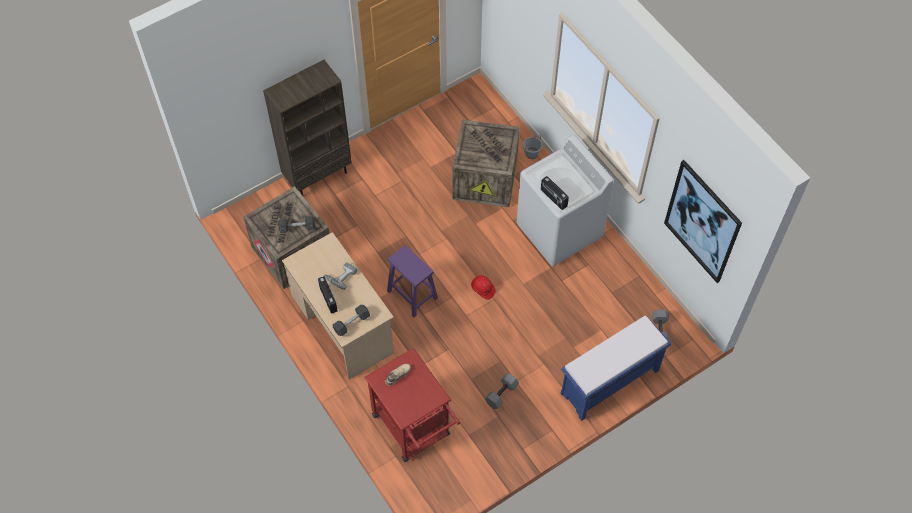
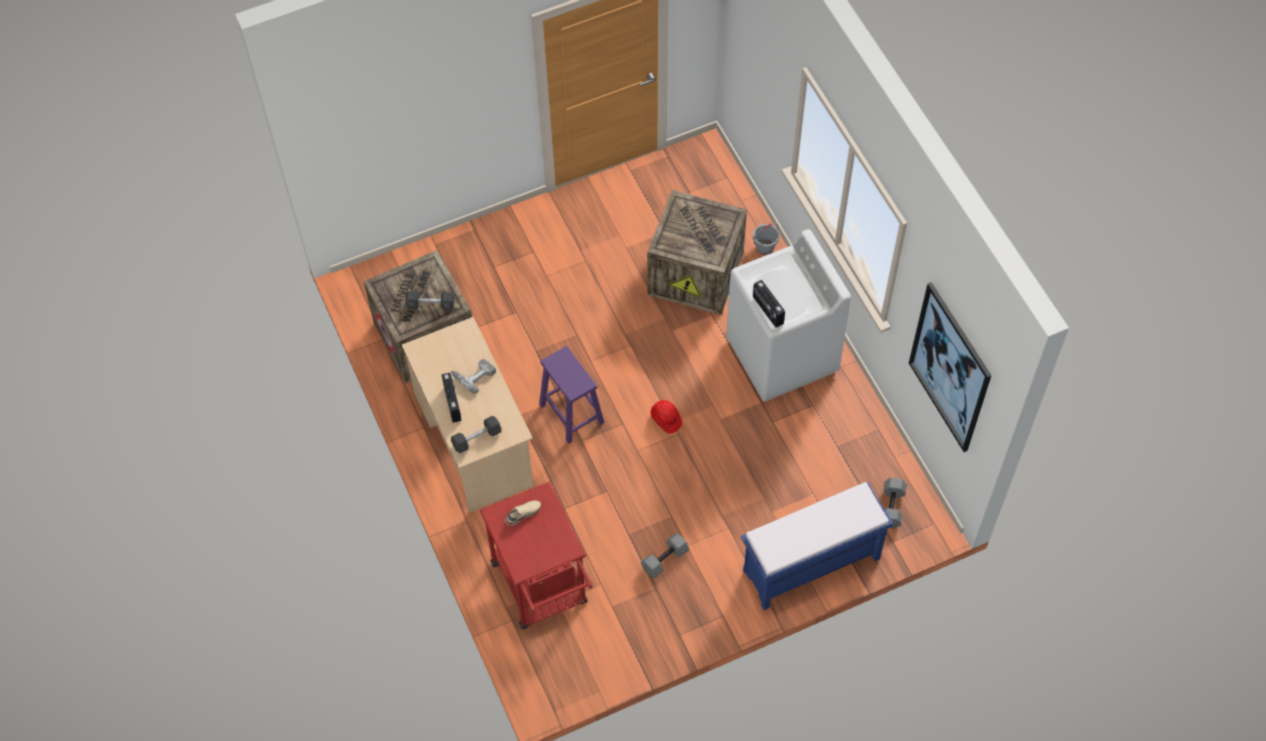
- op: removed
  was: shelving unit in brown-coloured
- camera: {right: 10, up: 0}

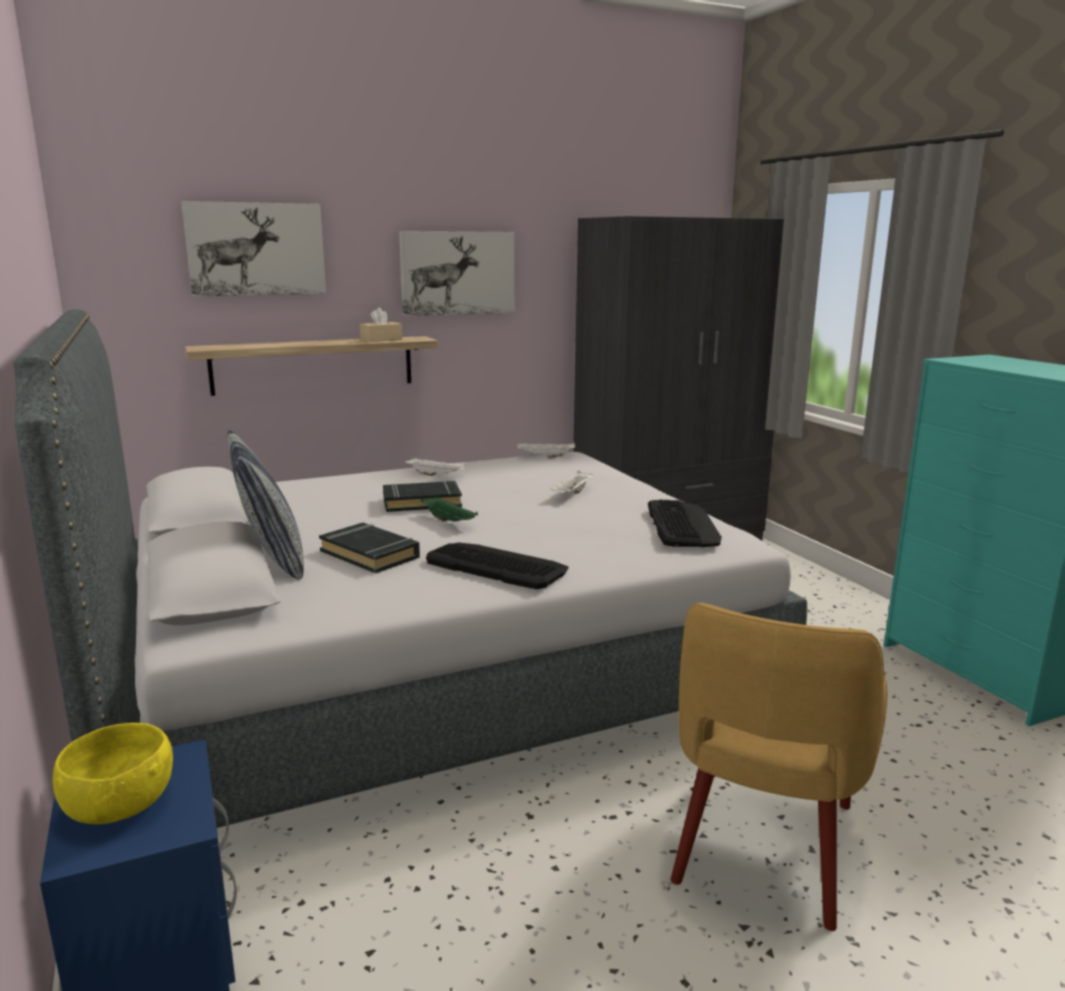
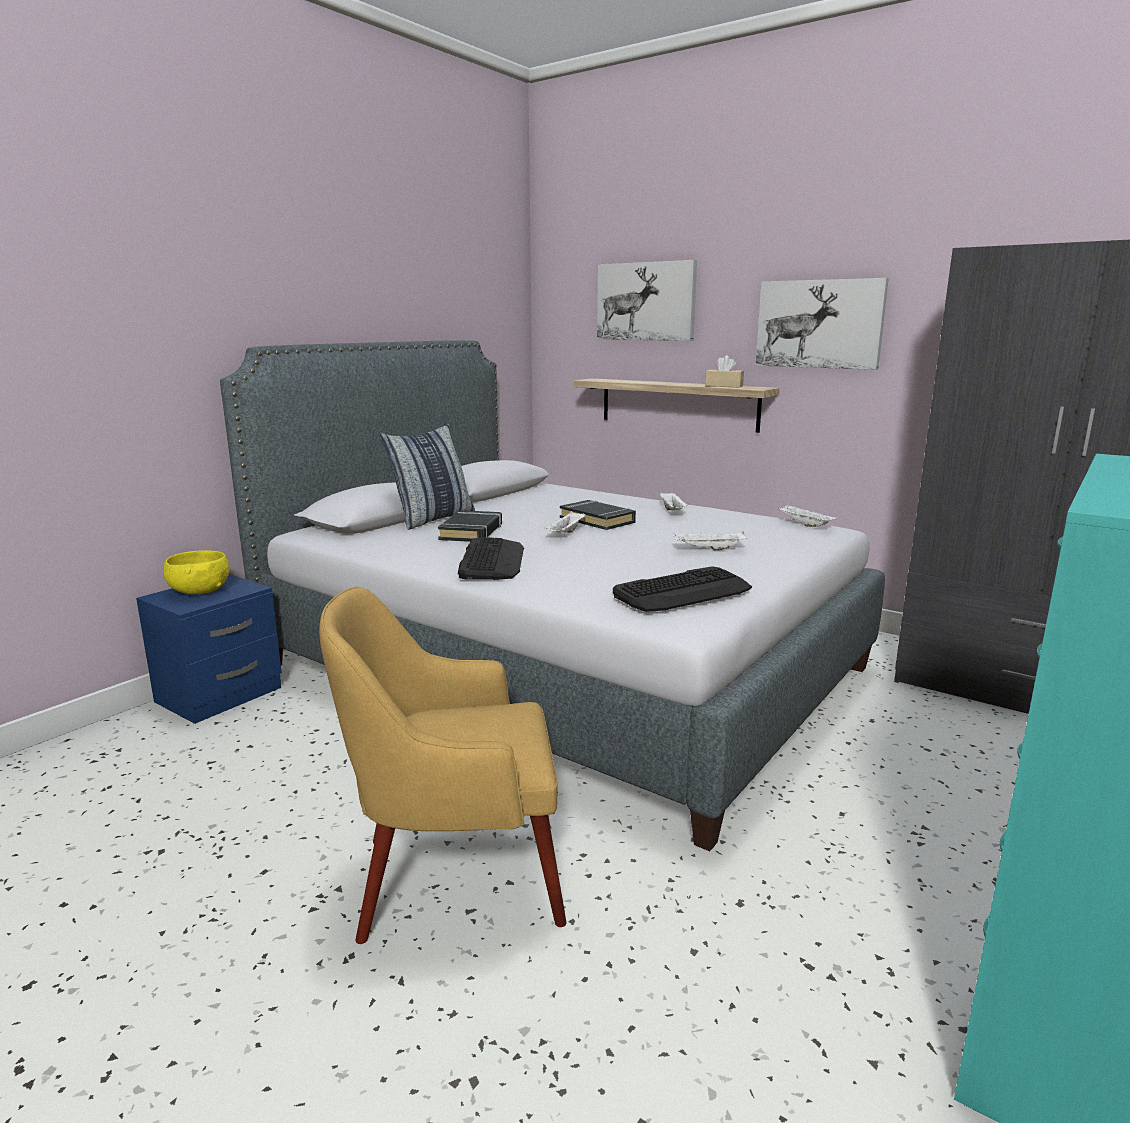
- op: recoloured
  was: serving tray in greenish
  now: serving tray in white (1st from left)
- camera: {right: 60, up: 0}

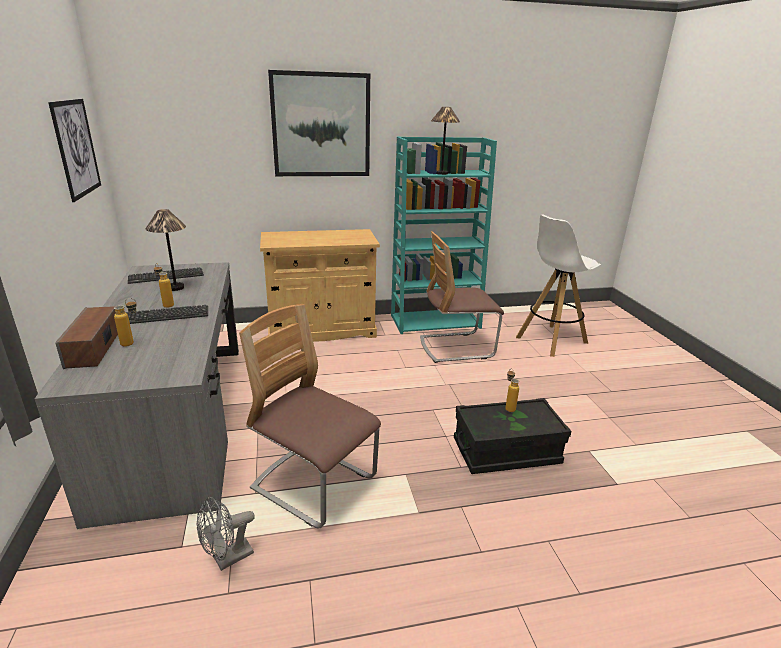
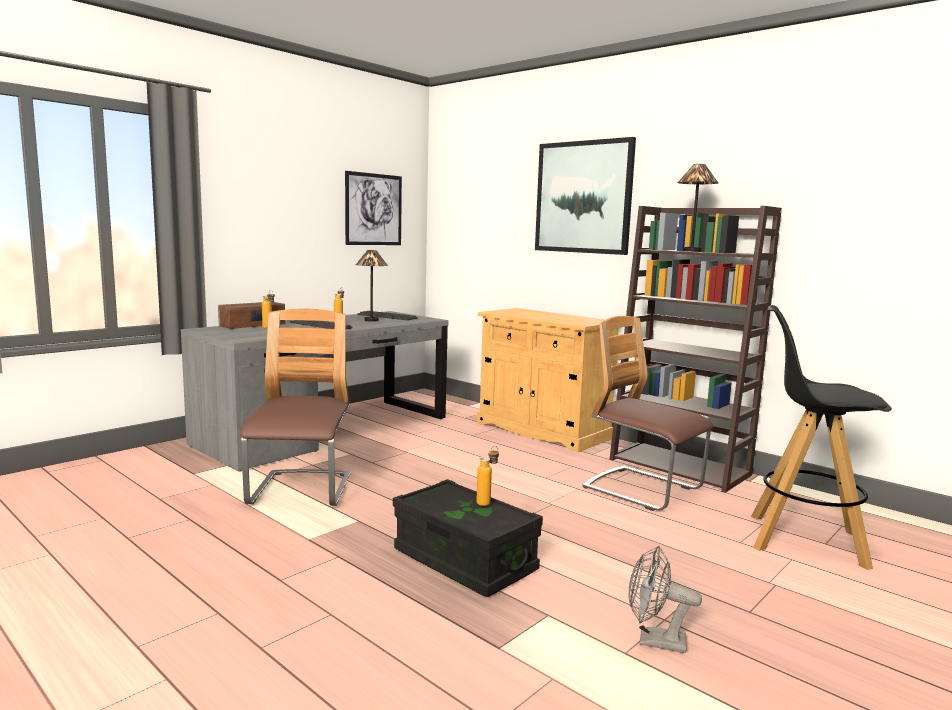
- op: moved
  was: electric fan in greyish
- op: recoloured
  was: shelving unit in turquoise-coloured
  now: shelving unit in brown-coloured
- op: recoloured
  was: stool seat in white
  now: stool seat in blackish
- camera: {right: 55, up: -15}

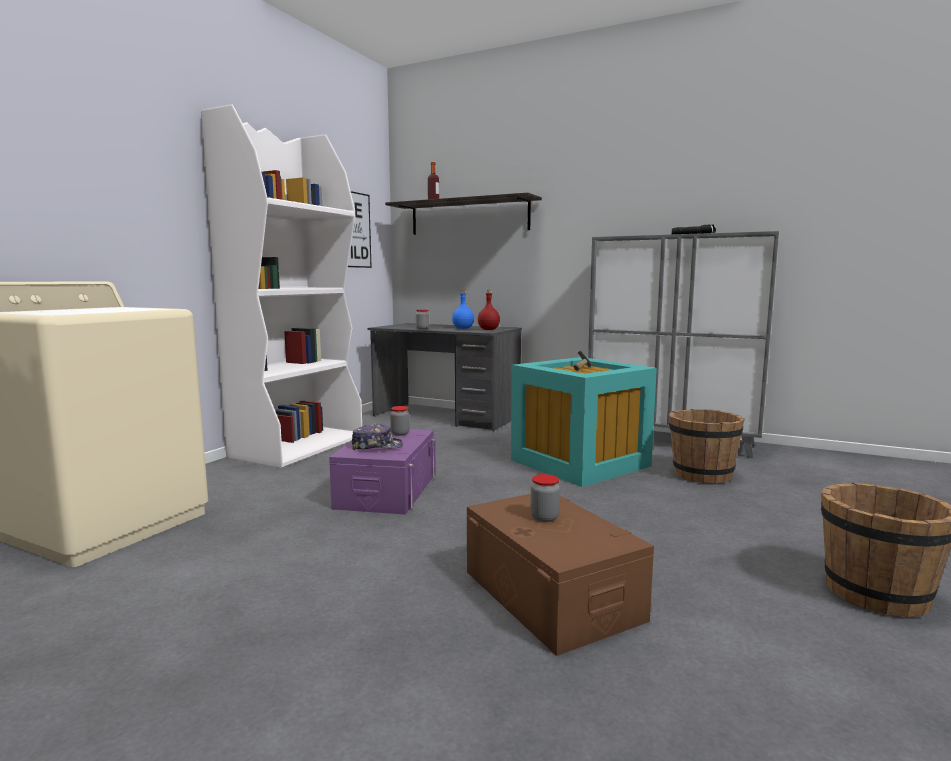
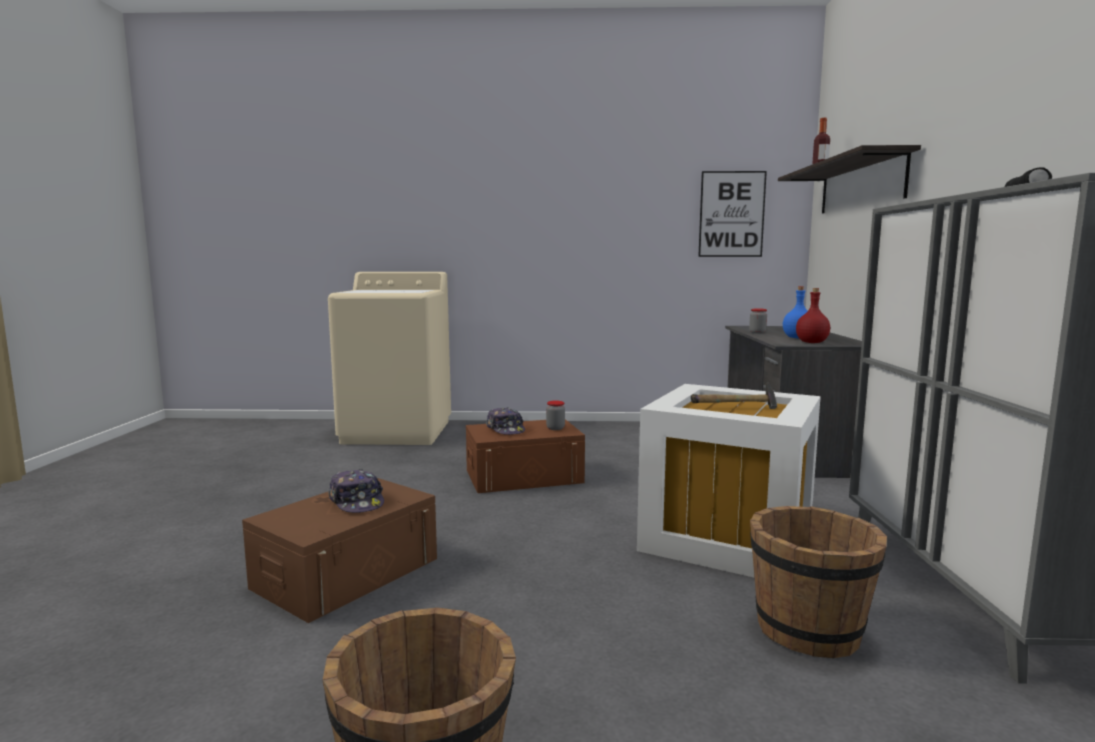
- op: removed
  was: shelving unit in white
- op: replaced
  was: preserve jar (3rd from left)
  now: cap (1st from left)
- op: recoloured
  was: storage bin in purple
  now: storage bin in brown-coloured (2nd from left)
- op: recoloured
  was: storage bin in turquoise-coloured
  now: storage bin in white
- camera: {right: 65, up: 0}

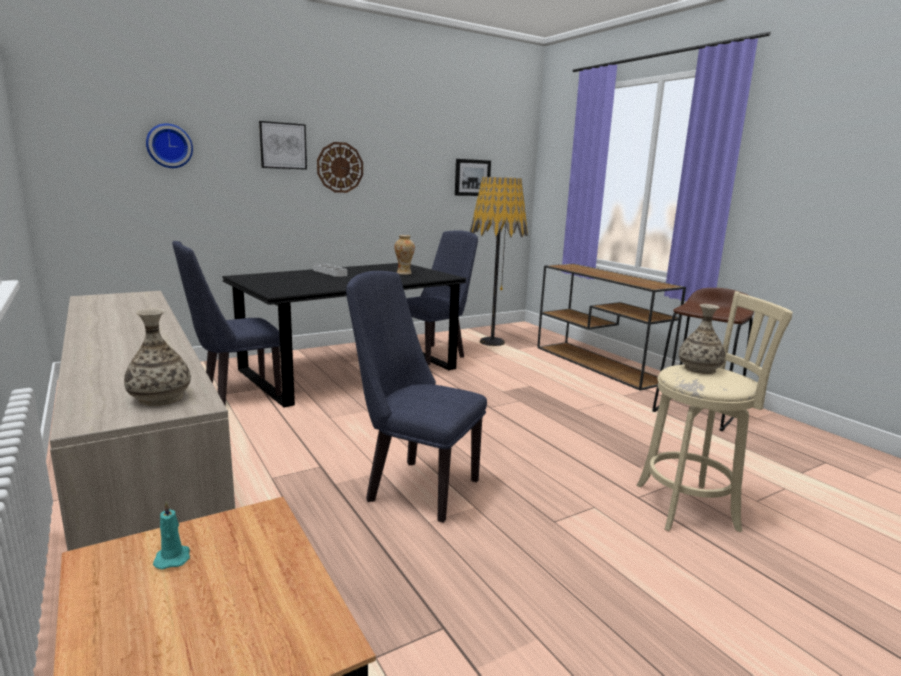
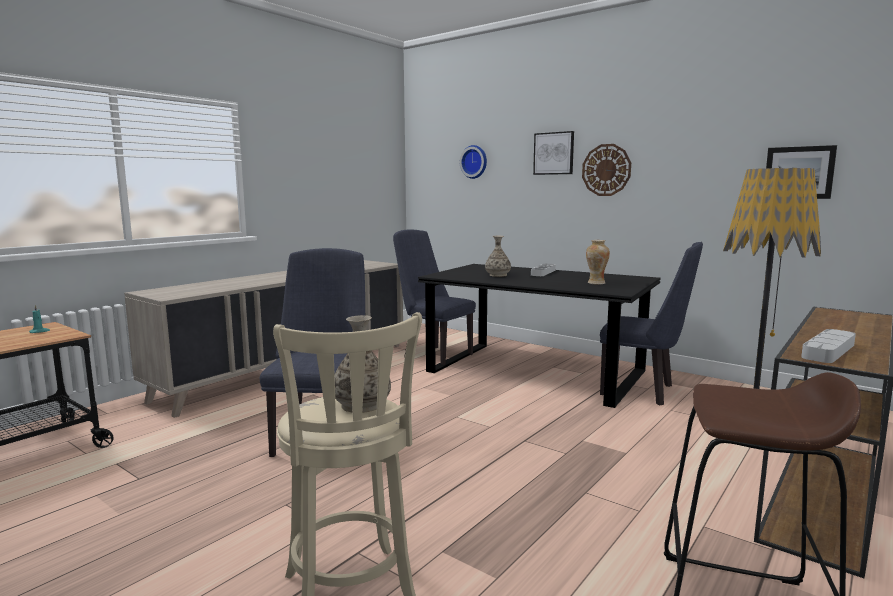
- op: added
  now: serving tray in greyish (2nd from left)
- op: moved
  was: decorative vase (1st from left in the first image)
  now: decorative vase (2nd from left)
- camera: {right: 70, up: -5}

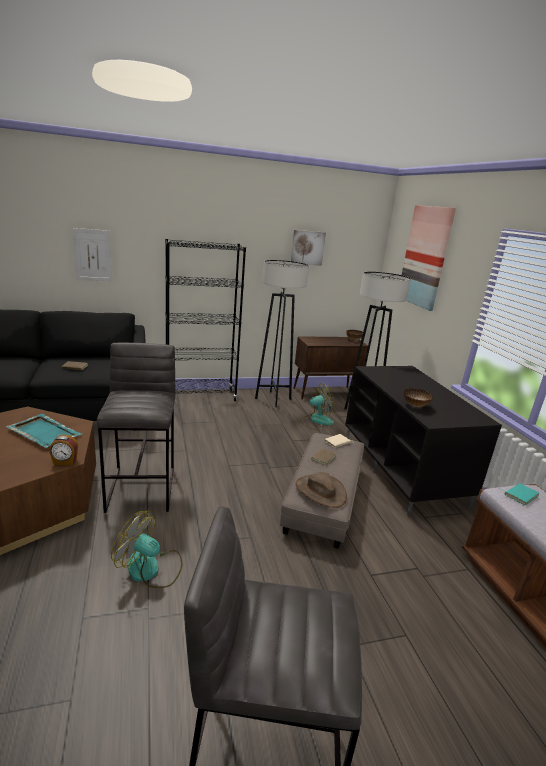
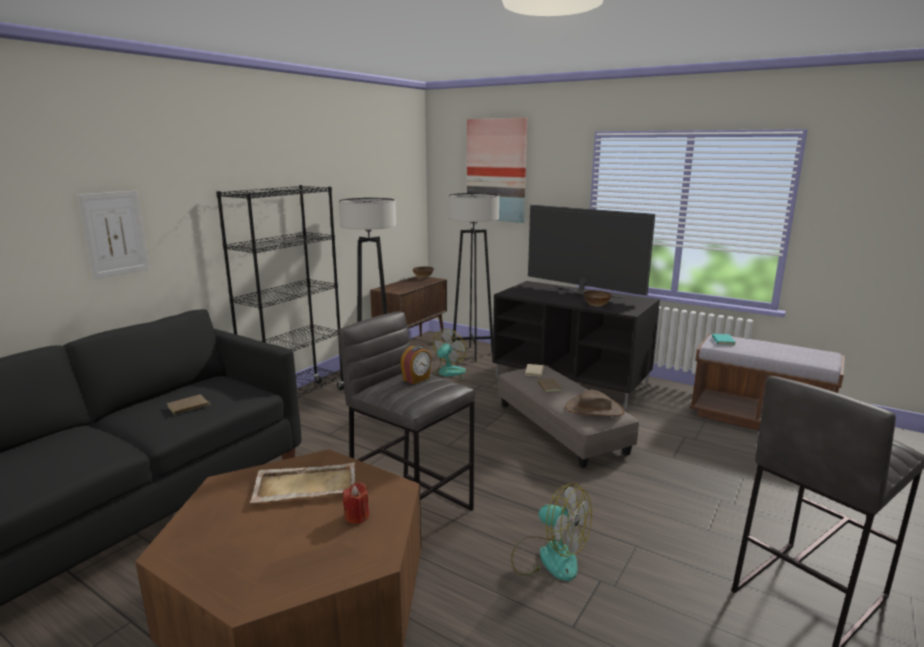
- op: removed
  was: wall picture (2nd from left)
- op: added
  now: wax candle in red
- op: added
  now: TV set
- op: moved
  was: bedside clock
- op: recoloured
  was: serving tray in turquoise-coloured
  now: serving tray in beige-coloured
- op: turned
  was: electric fan (1st from left in the first image)
  clockwise: -120
- camera: {right: -40, up: -5}

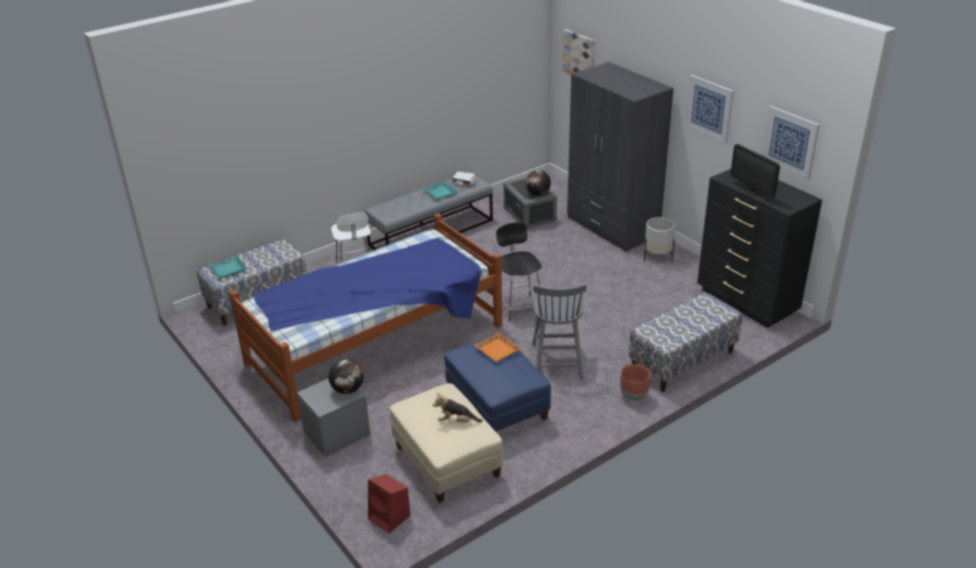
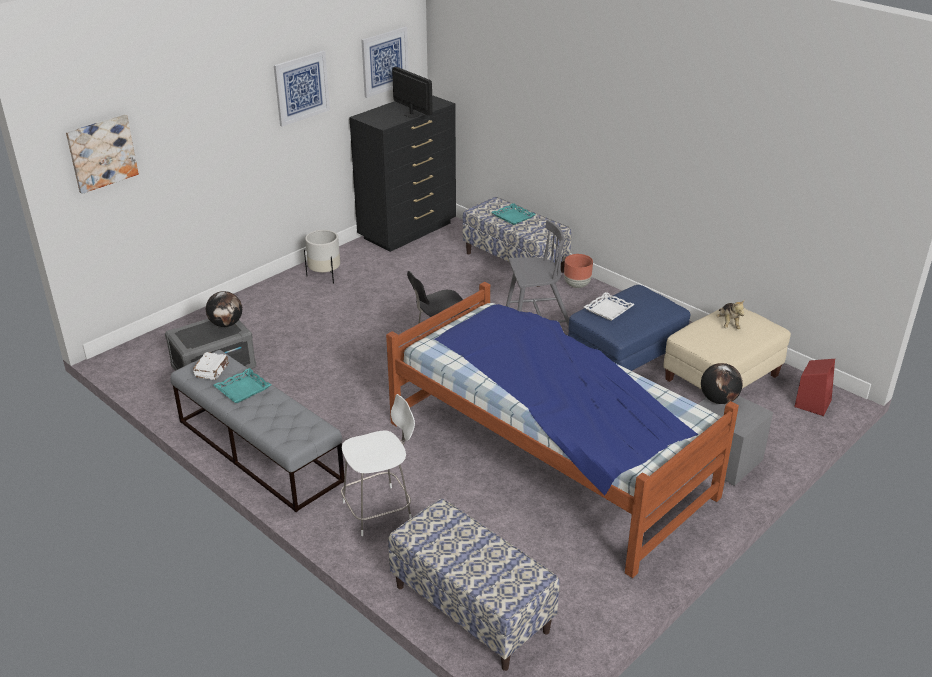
- op: removed
  was: wardrobe in greyish
- op: moved
  was: serving tray in turquoise-coloured (1st from left in the first image)
  now: serving tray in turquoise-coloured (2nd from left)
- op: recoloured
  was: serving tray in orange-coloured
  now: serving tray in white
- op: turned
  was: computer display
  clockwise: -90
- camera: {right: -100, up: 0}

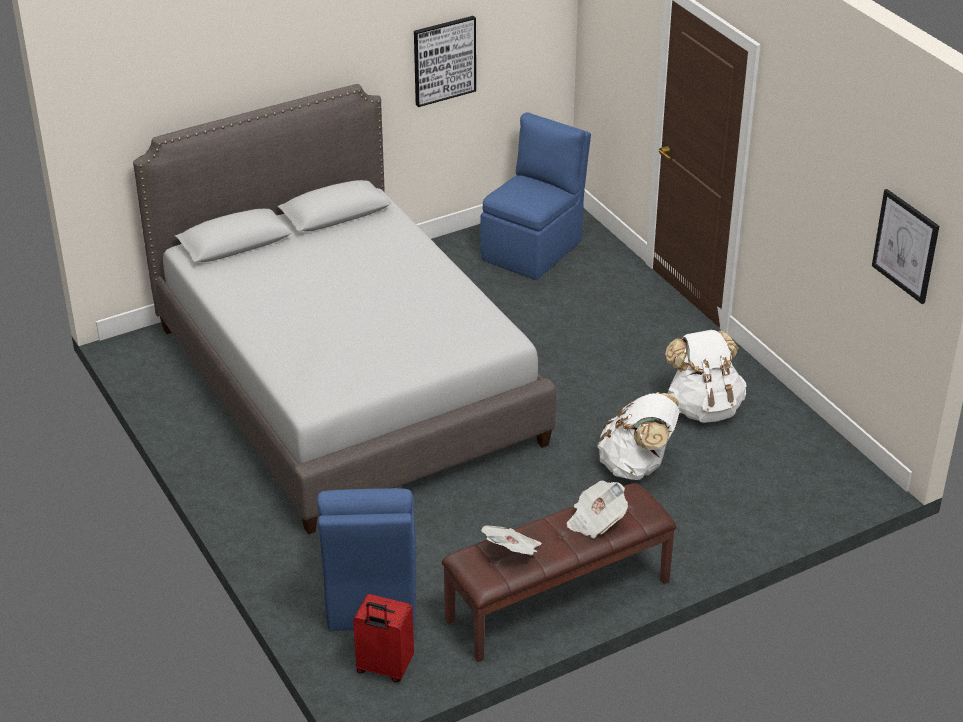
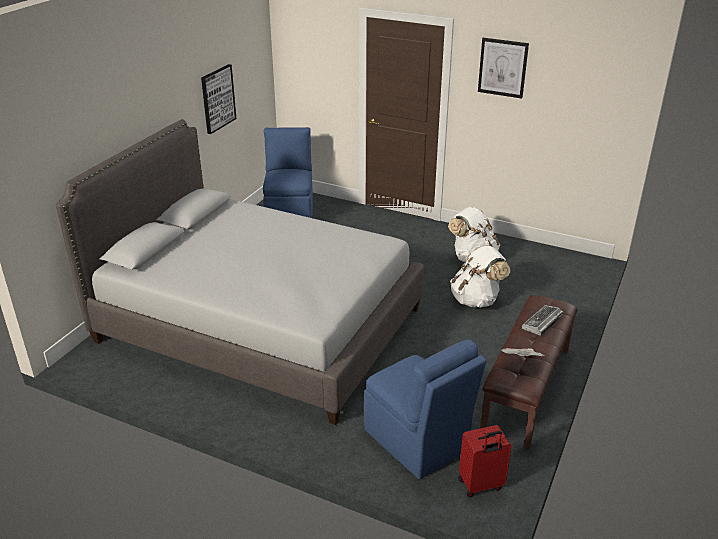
- op: moved
  was: wall picture (2nd from left)
- op: replaced
  was: printed paper (2nd from left)
  now: PC keyboard
- camera: {right: -35, up: -5}

